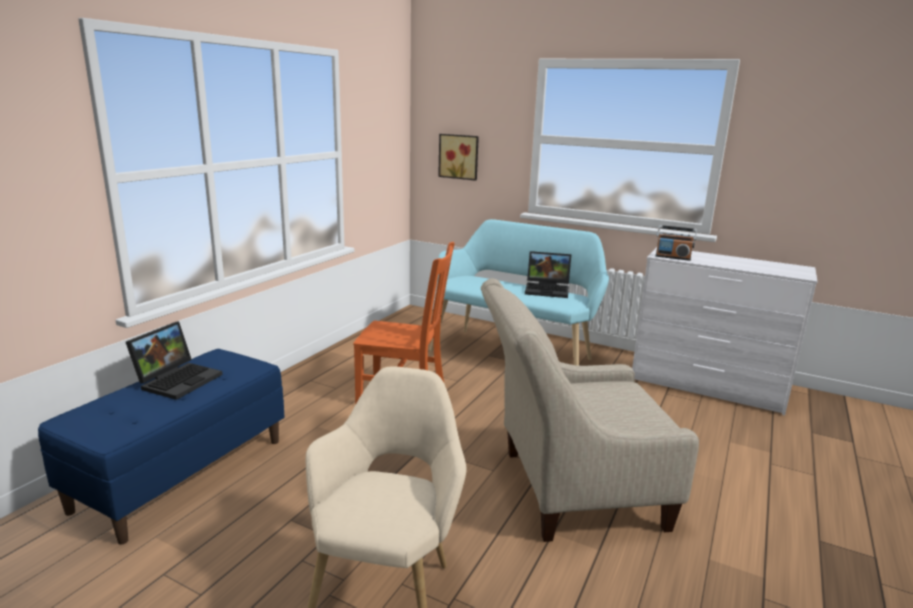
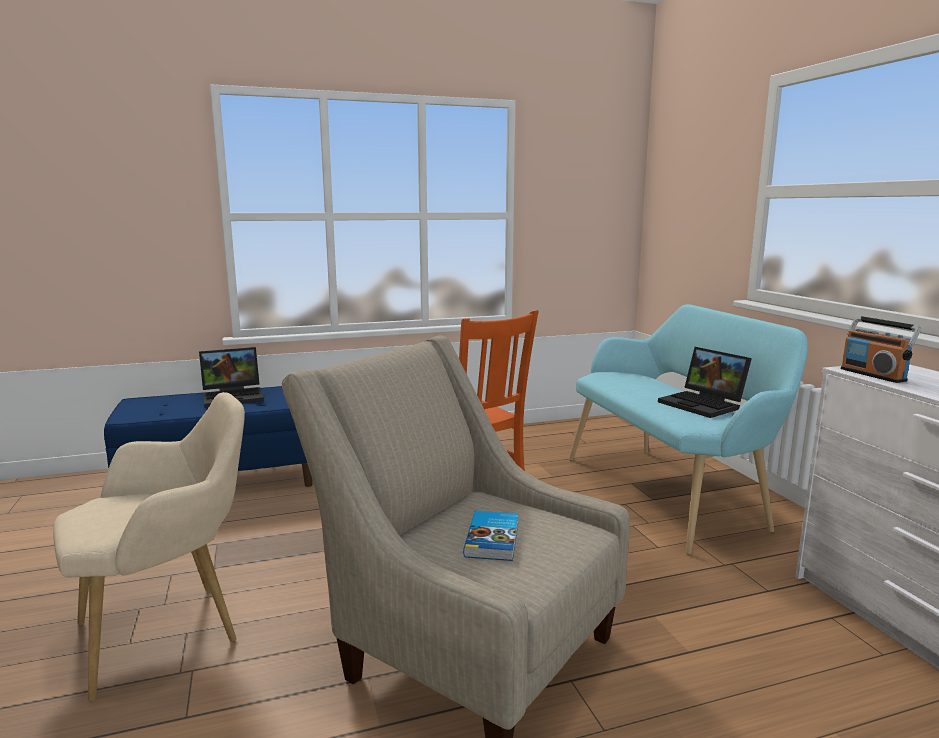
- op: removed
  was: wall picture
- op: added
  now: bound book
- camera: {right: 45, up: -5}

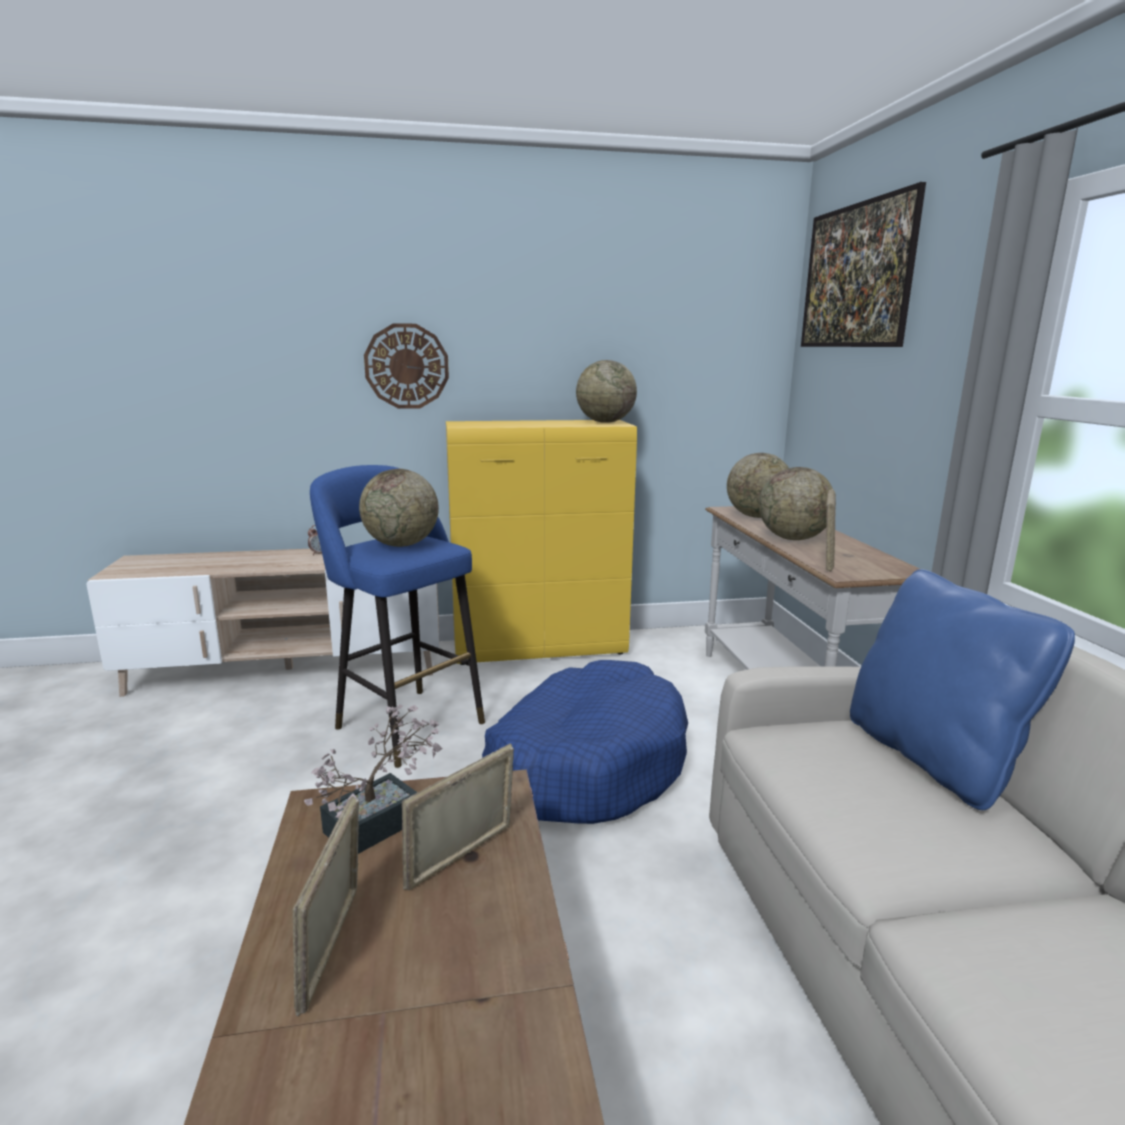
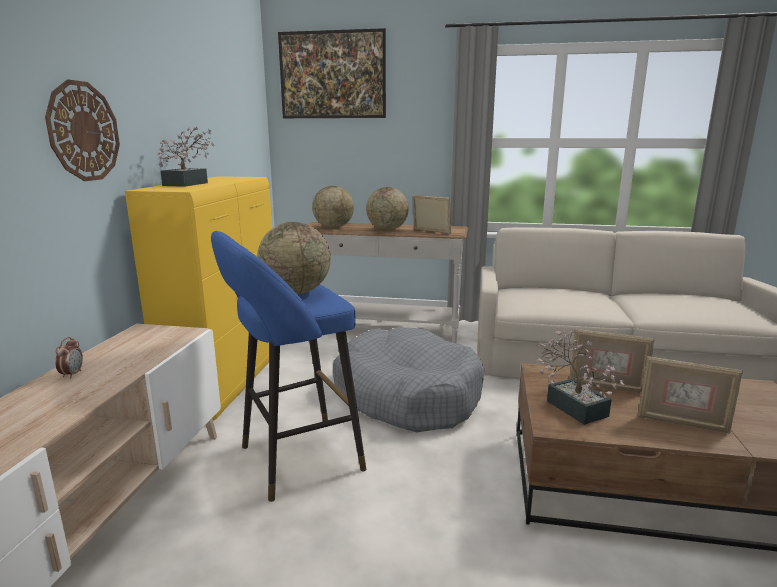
- op: removed
  was: globe (2nd from left)
- op: removed
  was: cushion in bluish
- op: added
  now: plant in a pot (1st from left)
- op: recoloured
  was: dog cushion in bluish
  now: dog cushion in greyish
- op: turned
  was: photo frame (2nd from left)
  clockwise: -45
- camera: {right: -70, up: 0}

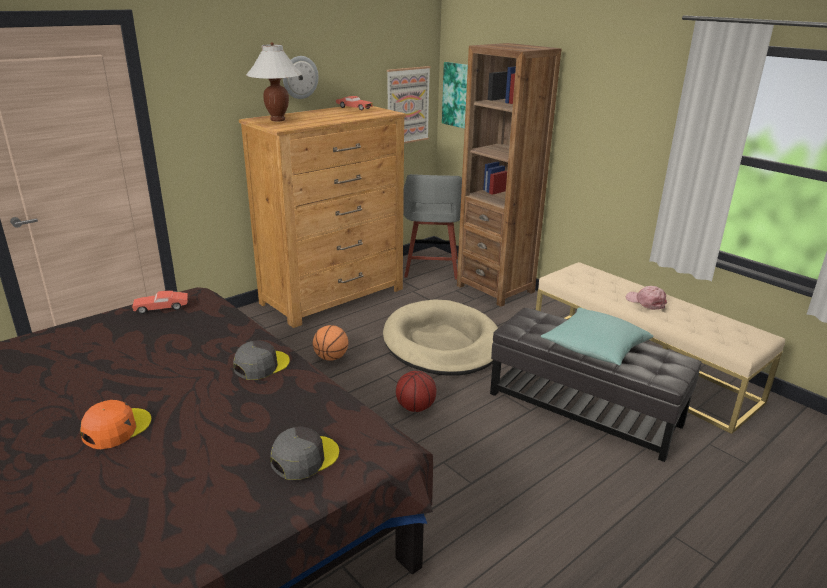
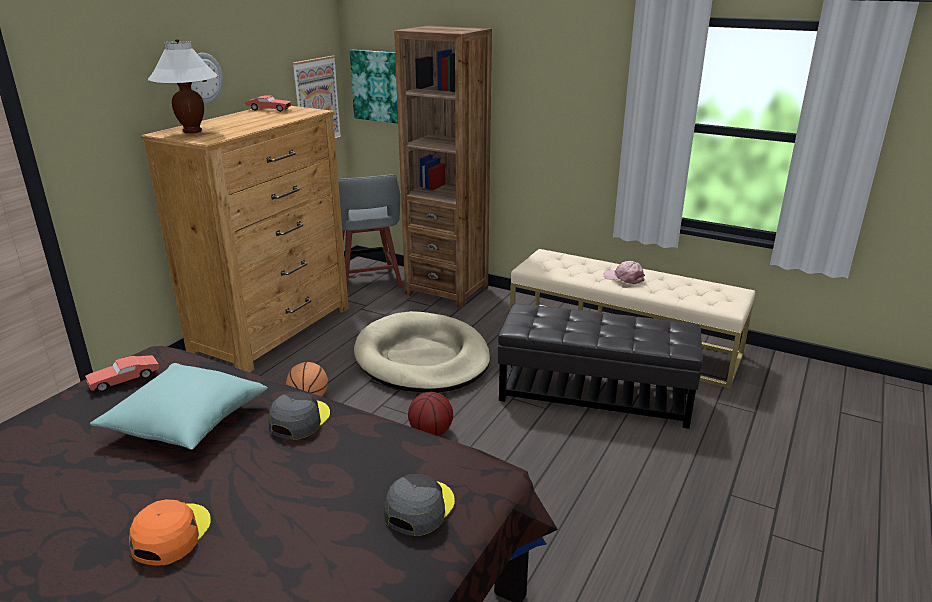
- op: moved
  was: cushion in turquoise-coloured
- camera: {right: -20, up: 0}

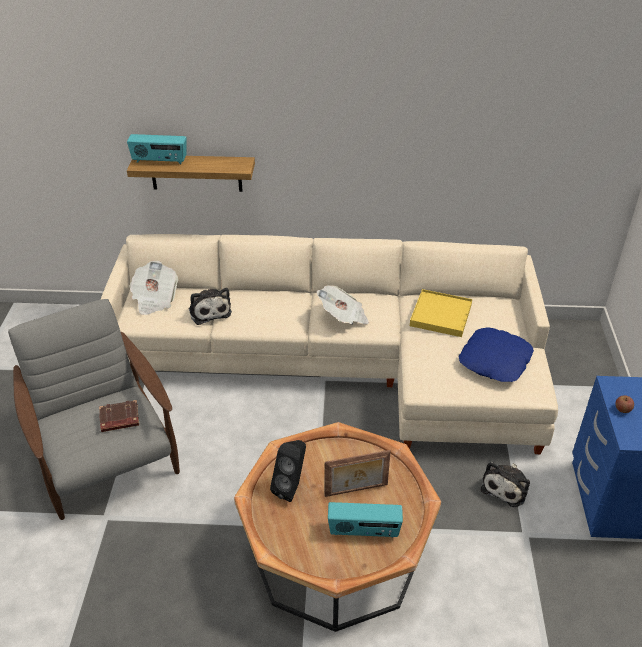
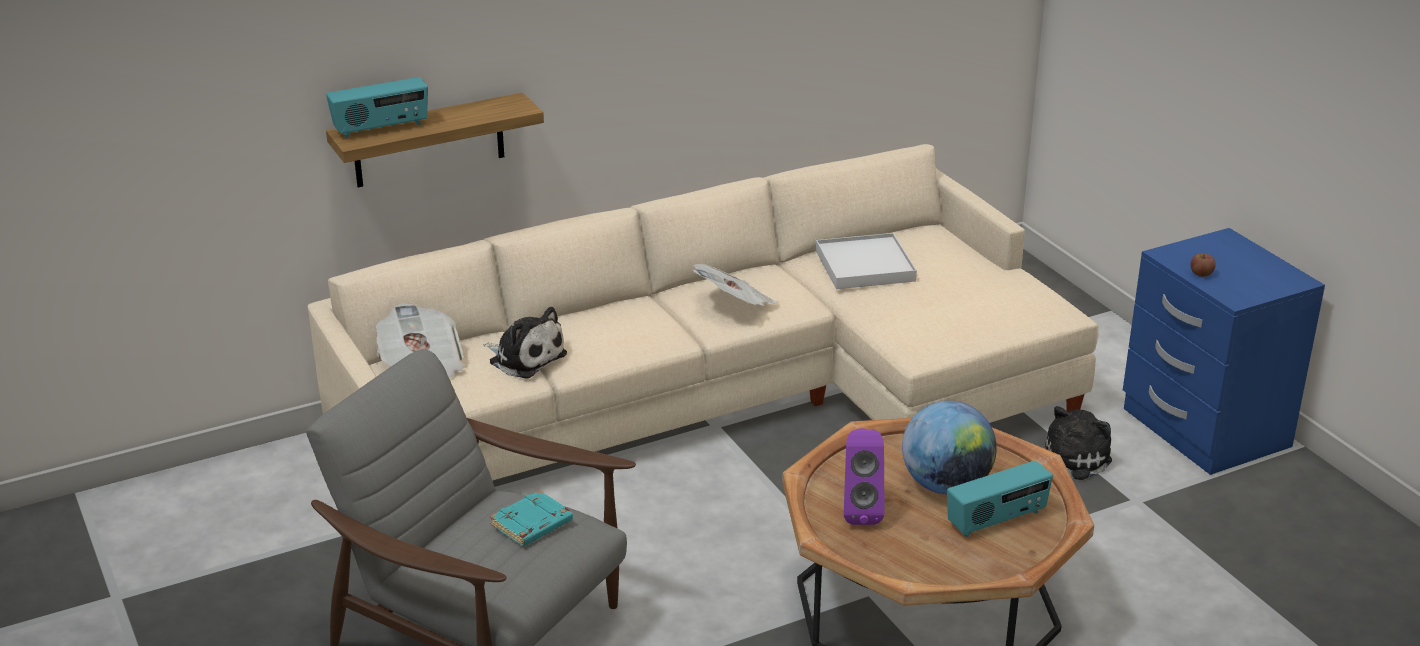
- op: removed
  was: cushion in bluish
- op: replaced
  was: photo frame
  now: globe
- op: recoloured
  was: bound book in brown-coloured
  now: bound book in turquoise-coloured
- op: recoloured
  was: speaker in blackish
  now: speaker in purple
- op: recoloured
  was: serving tray in yellow-coloured
  now: serving tray in white
- op: turned
  was: cuddly toy (2nd from left)
  clockwise: -135
- camera: {right: -30, up: -10}

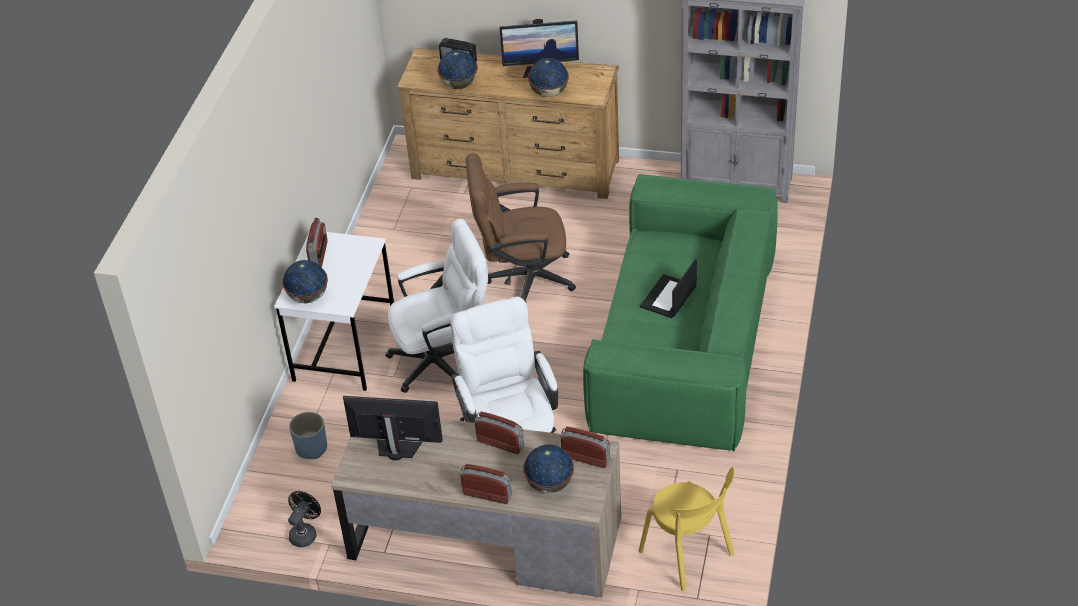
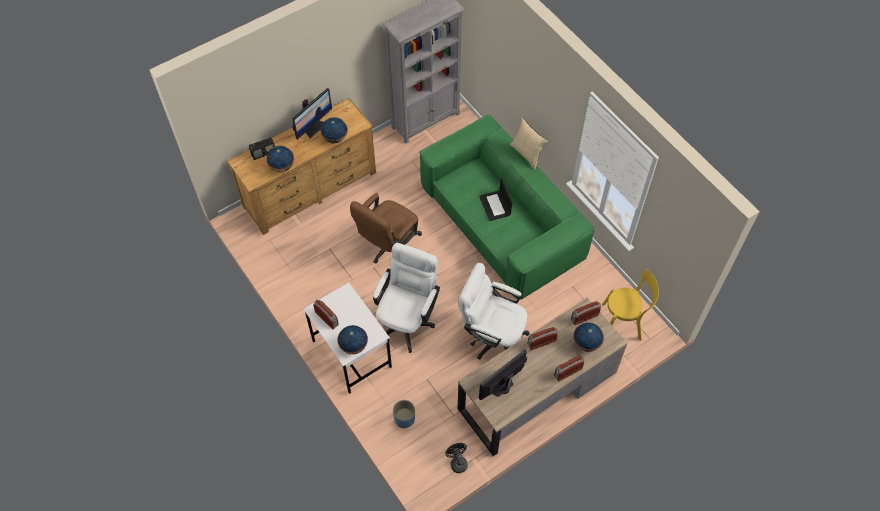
- op: added
  now: cushion in beige-coloured
- camera: {right: -50, up: 15}

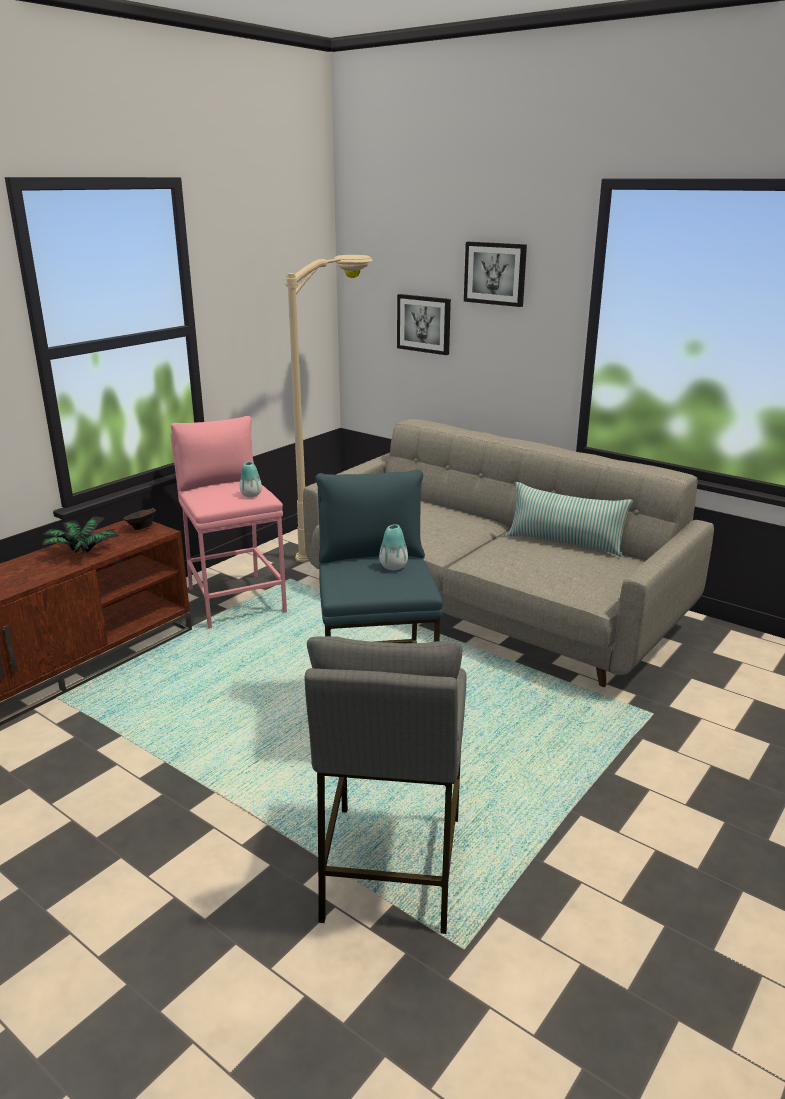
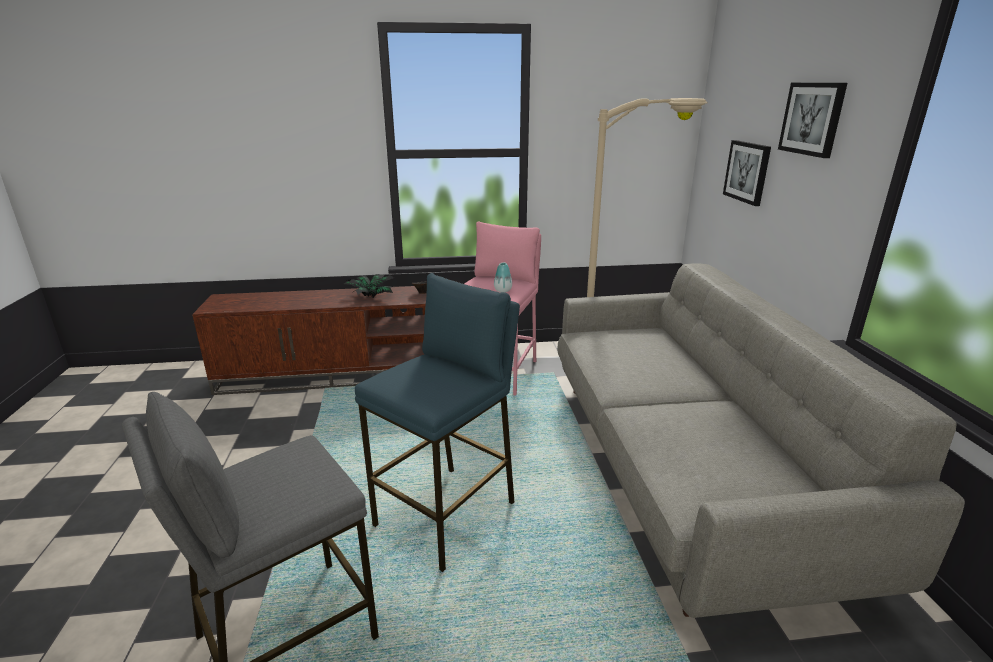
- op: removed
  was: decorative vase (2nd from left)
- op: removed
  was: cushion
- camera: {right: 45, up: 0}

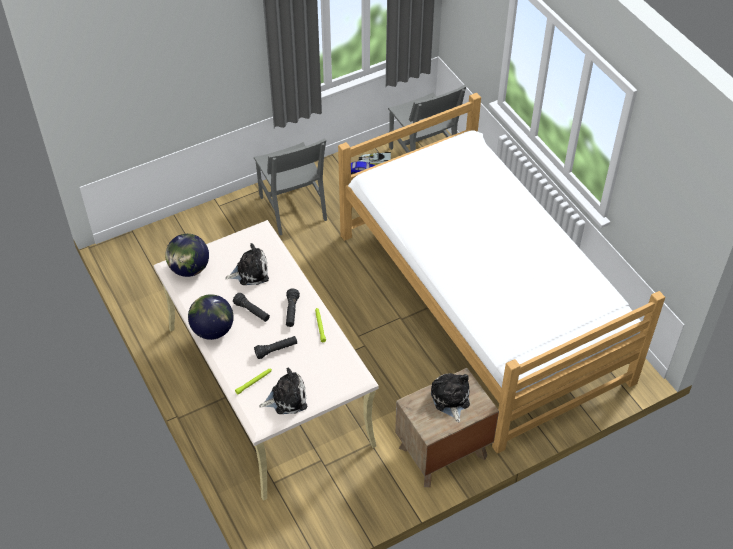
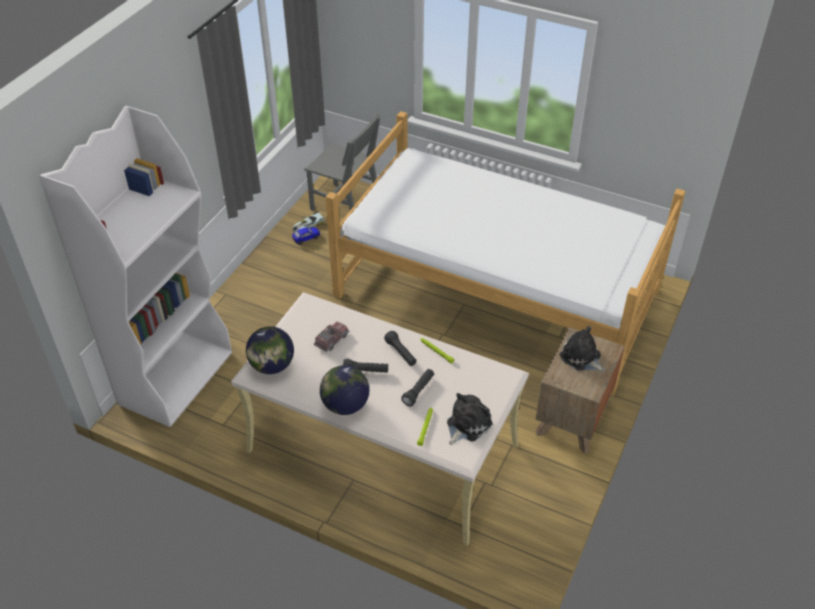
- op: removed
  was: plain chair in greyish (1st from left)
- op: added
  now: shelving unit in white
- op: replaced
  was: cuddly toy (1st from left)
  now: model truck
- camera: {right: -35, up: -5}

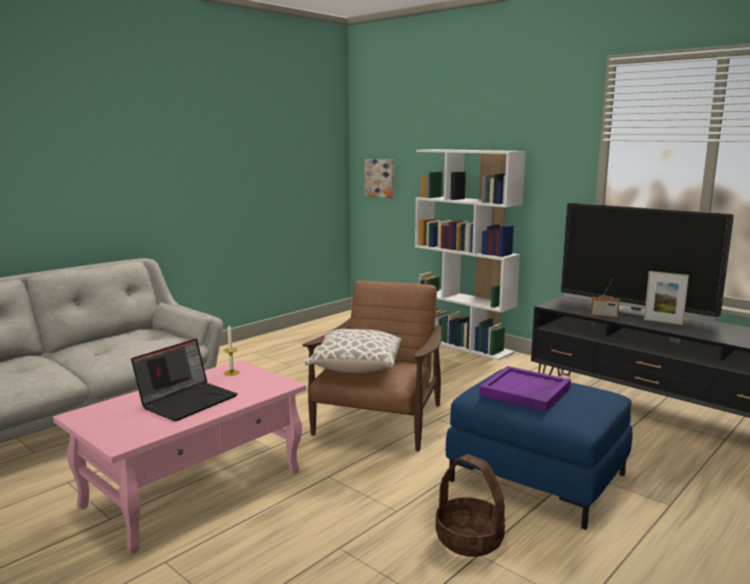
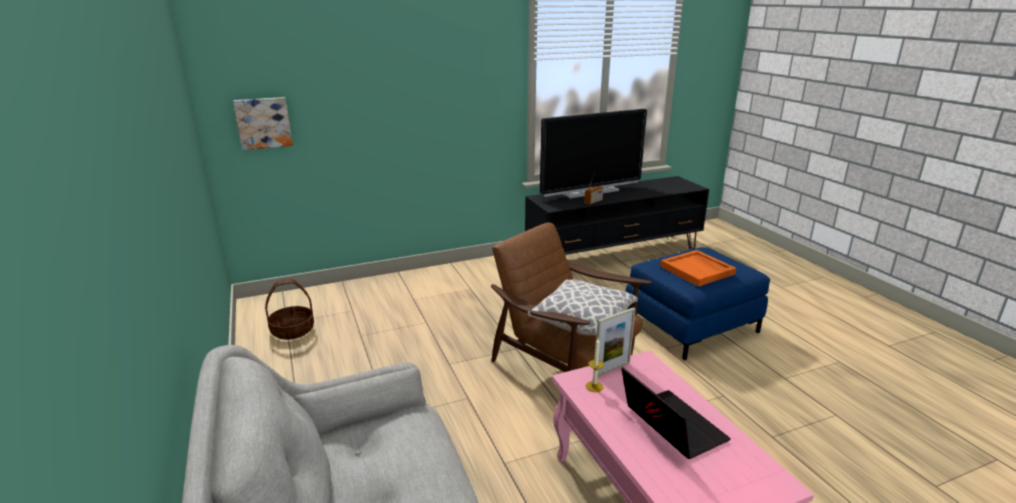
- op: removed
  was: shelving unit in white
- op: moved
  was: storage basket
- op: moved
  was: photo frame
- op: recoloured
  was: serving tray in purple
  now: serving tray in orange-coloured
- camera: {right: -65, up: 10}

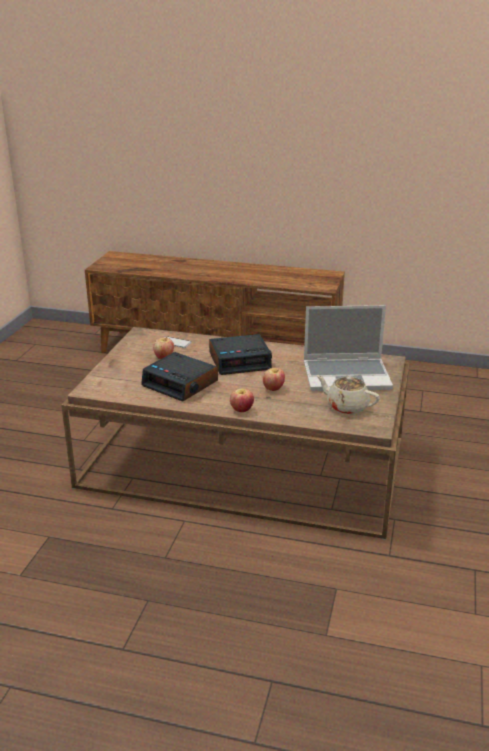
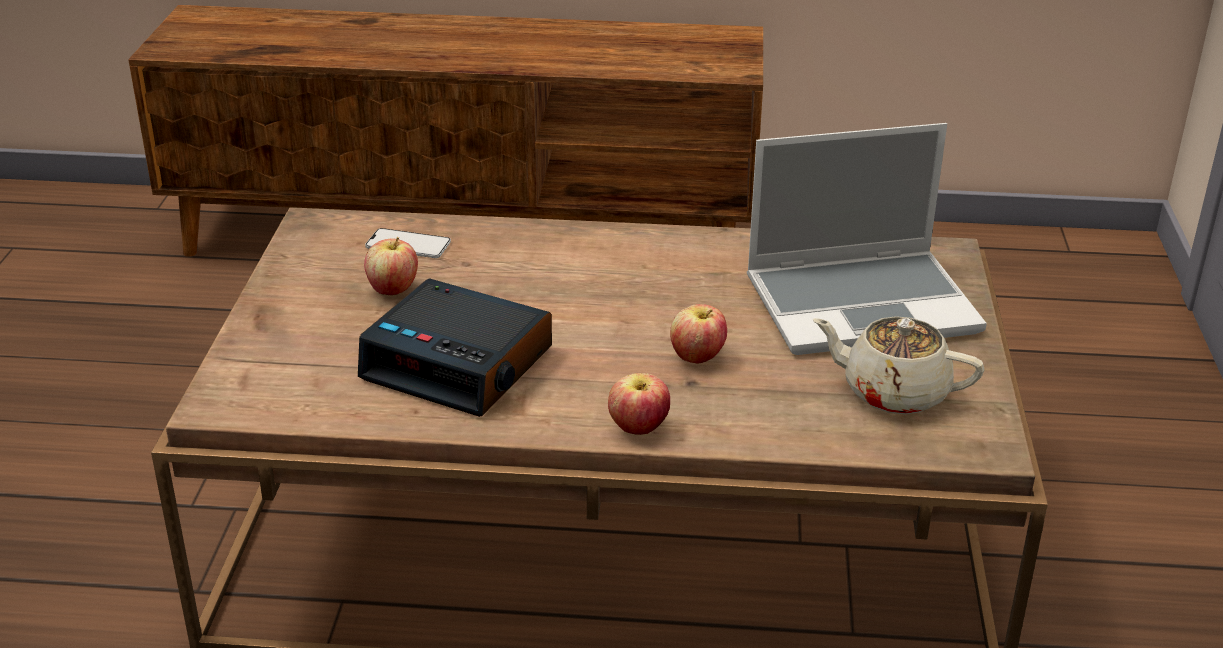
- op: removed
  was: bedside clock (2nd from left)
- camera: {right: -10, up: 5}

